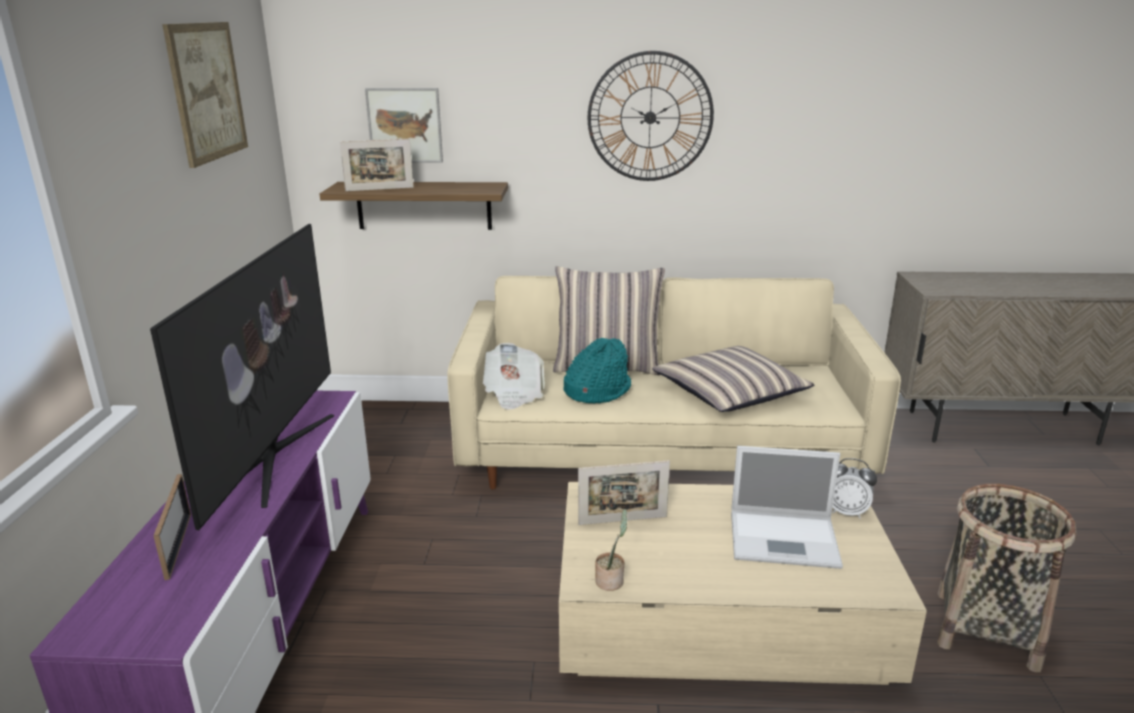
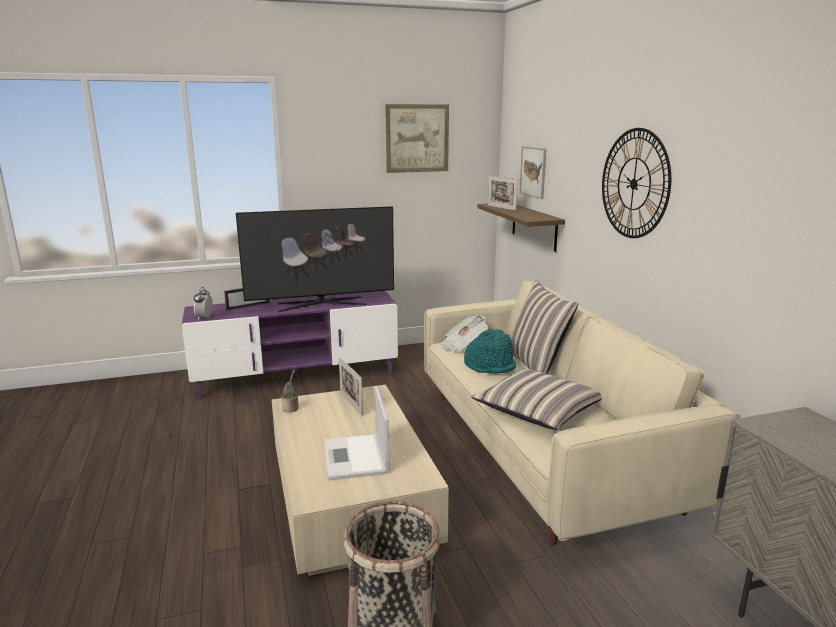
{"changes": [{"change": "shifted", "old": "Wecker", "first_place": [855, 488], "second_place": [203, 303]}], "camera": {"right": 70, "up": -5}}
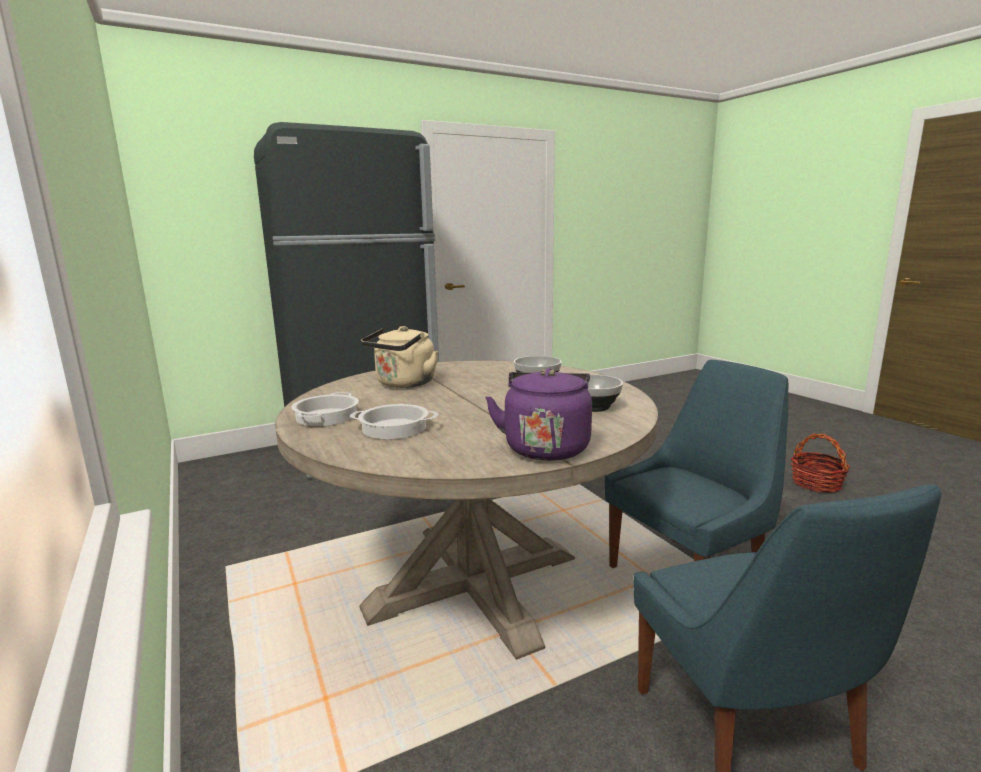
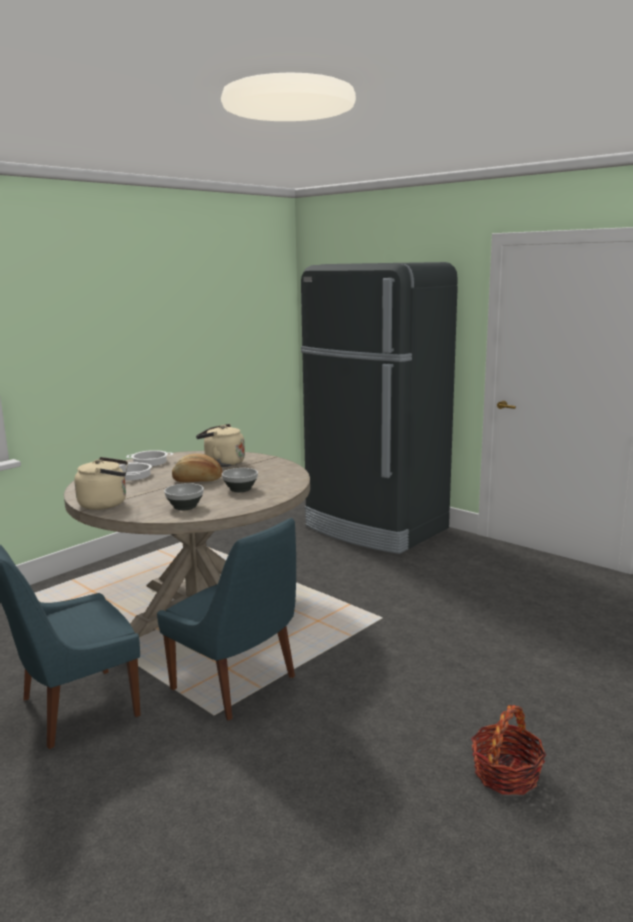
{"changes": [{"change": "repainted", "old": "Wasserkessel (lila)", "new": "Wasserkessel (beige)", "first_place": [538, 414], "second_place": [101, 483]}, {"change": "new", "new": "Brot", "second_place": [197, 467]}], "camera": {"right": 70, "up": 0}}
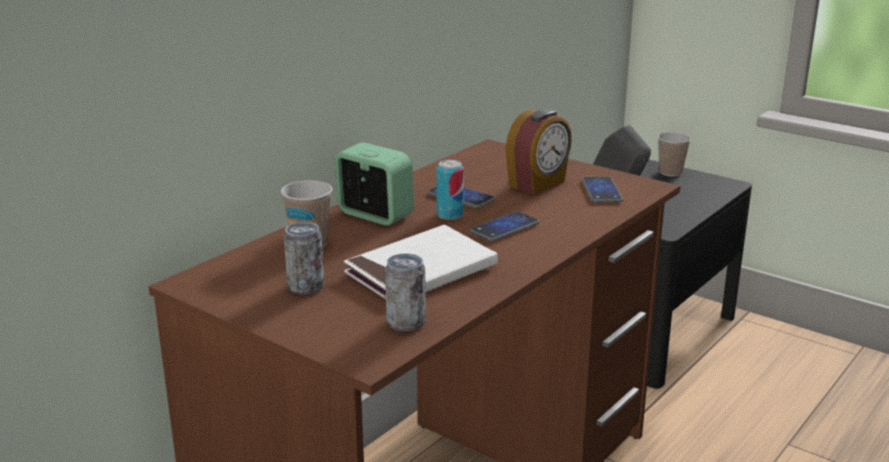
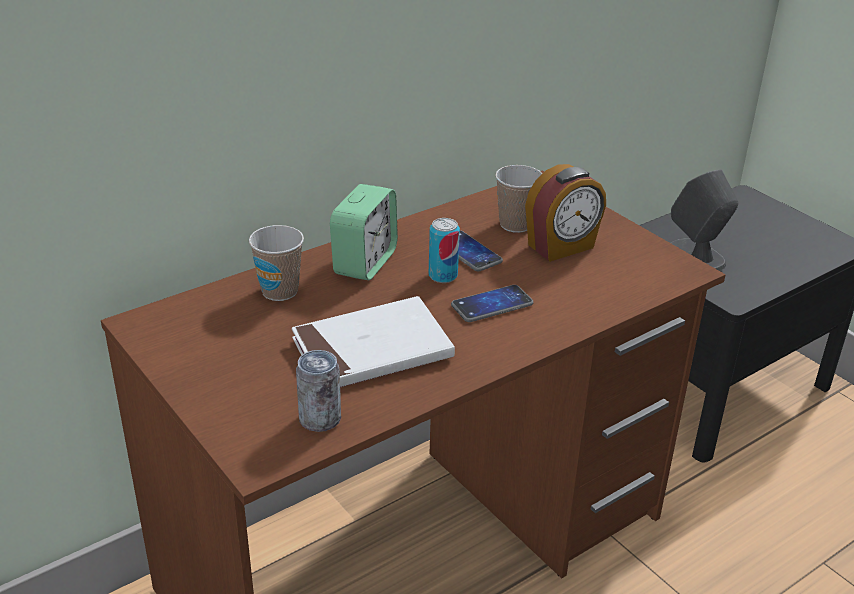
{"changes": [{"change": "gone", "old": "Dose", "first_place": [304, 258]}, {"change": "rotated", "old": "Wecker", "first_place": [374, 184], "second_place": [364, 232], "degrees": 60}, {"change": "gone", "old": "Handy", "first_place": [602, 190]}, {"change": "shifted", "old": "Tasse", "first_place": [674, 154], "second_place": [518, 199]}], "camera": {"right": 15, "up": 10}}
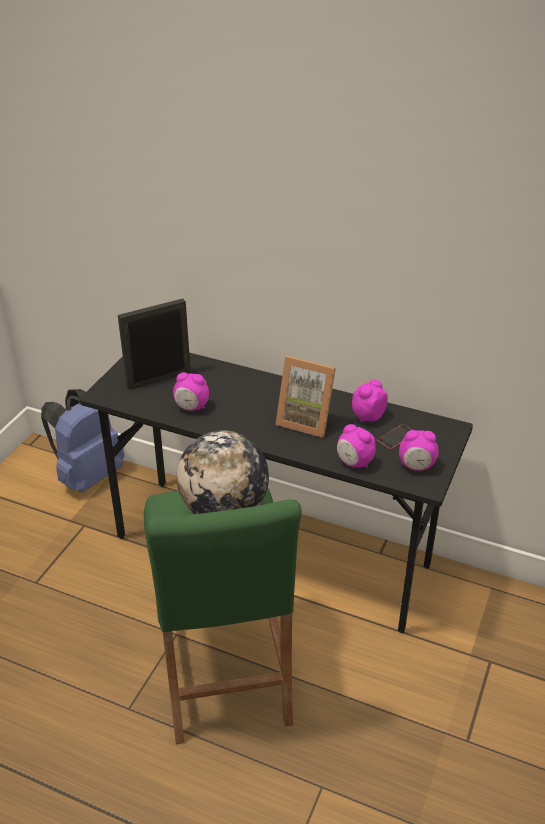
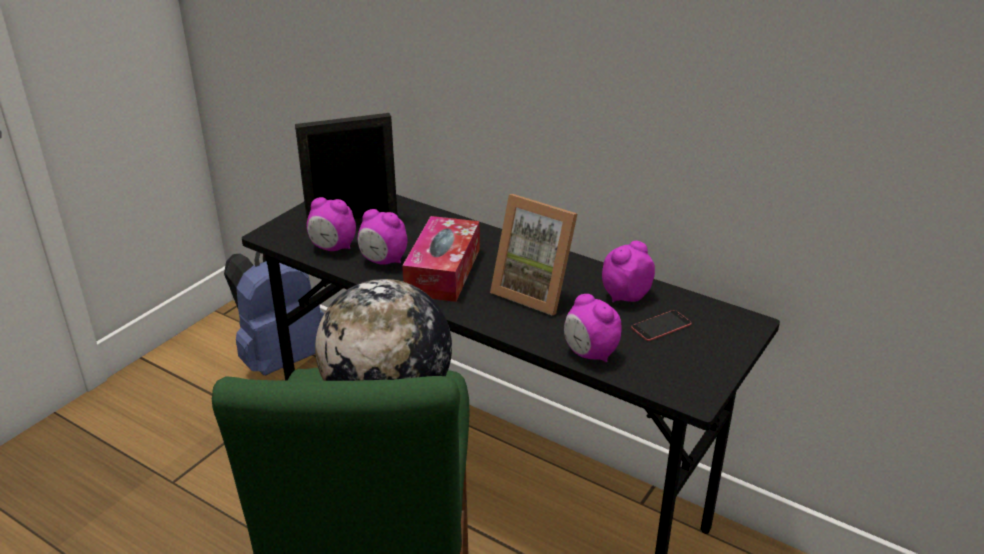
{"changes": [{"change": "shifted", "old": "Wecker", "first_place": [419, 450], "second_place": [331, 224]}, {"change": "new", "new": "Taschentuchbox", "second_place": [441, 259]}], "camera": {"right": 10, "up": -5}}
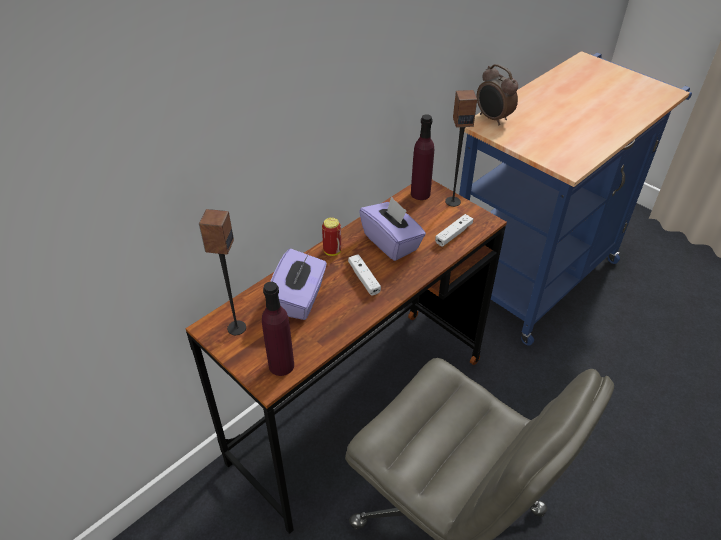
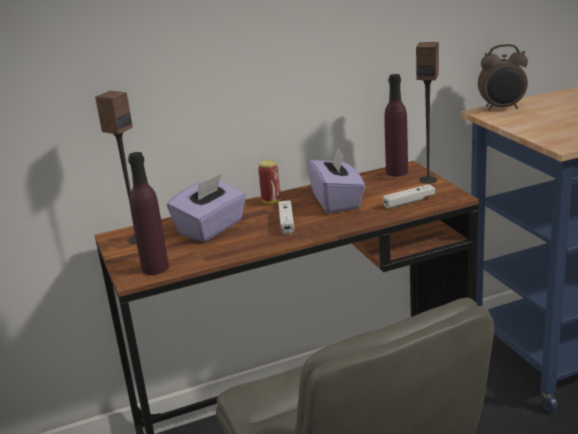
{"changes": [{"change": "rotated", "old": "Wecker", "first_place": [497, 95], "second_place": [503, 77], "degrees": -75}], "camera": {"right": 25, "up": -20}}
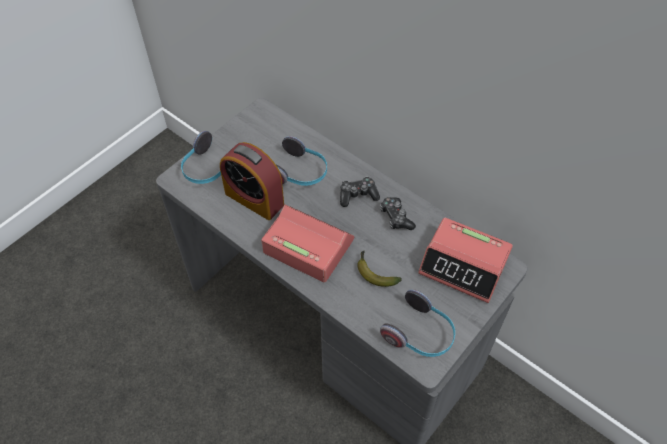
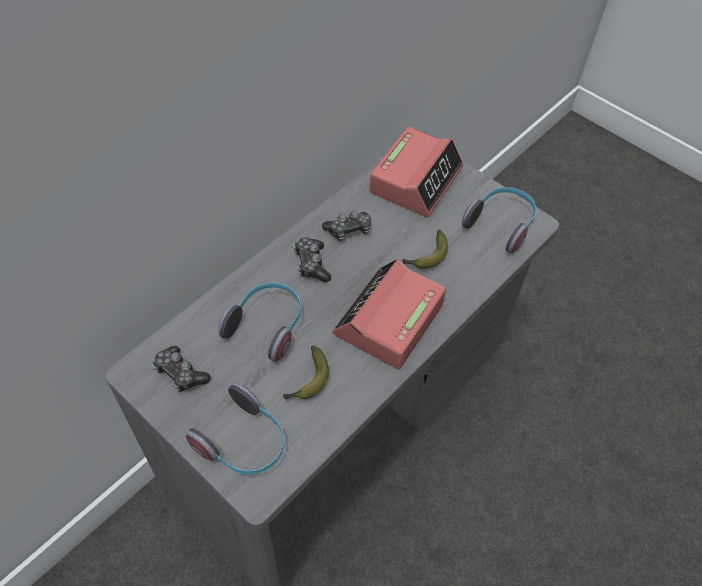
{"changes": [{"change": "swapped", "old": "Wecker", "new": "Banane", "first_place": [252, 181], "second_place": [306, 373]}, {"change": "new", "new": "Gamepad", "second_place": [181, 369]}], "camera": {"right": -90, "up": 0}}
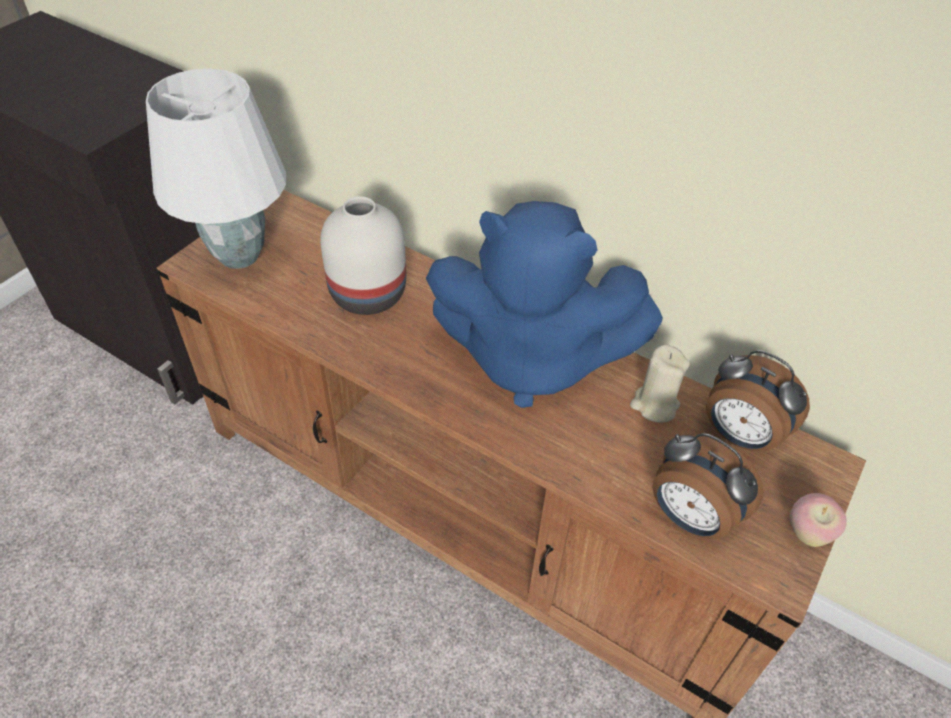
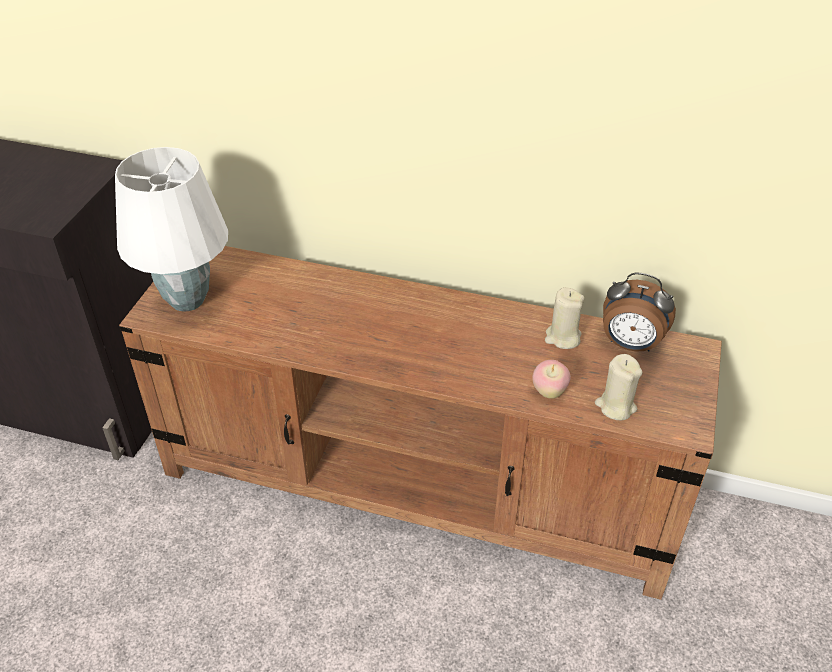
{"changes": [{"change": "gone", "old": "Vase (weiß)", "first_place": [363, 255]}, {"change": "gone", "old": "Plüschtier (blau)", "first_place": [544, 304]}, {"change": "swapped", "old": "Wecker", "new": "Kerze (beige)", "first_place": [708, 486], "second_place": [619, 387]}, {"change": "shifted", "old": "Apfel", "first_place": [818, 520], "second_place": [551, 379]}], "camera": {"right": -15, "up": -5}}
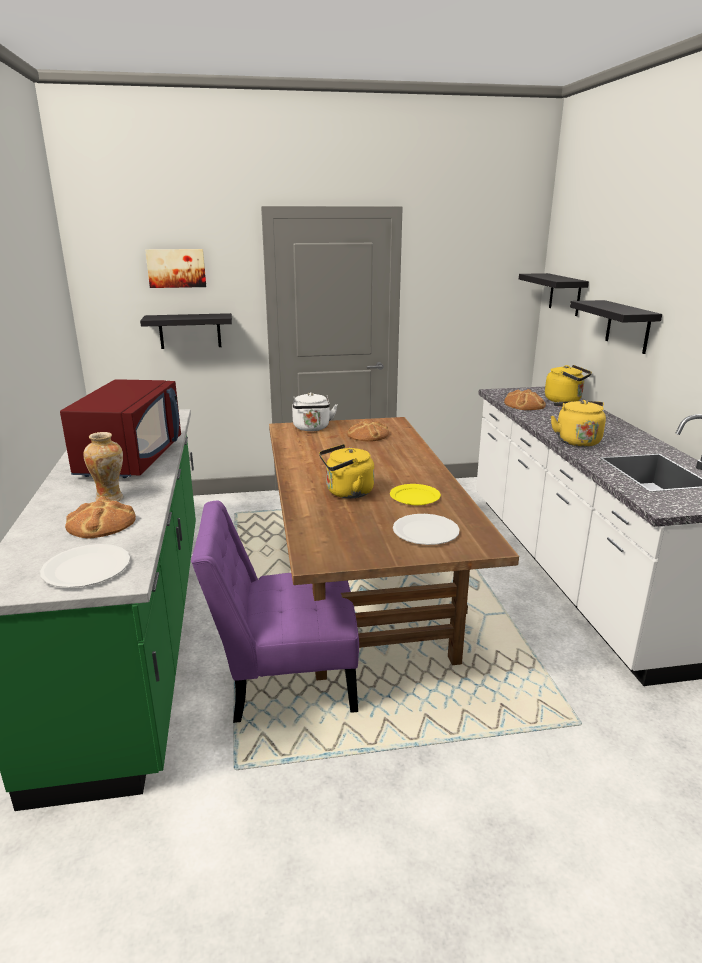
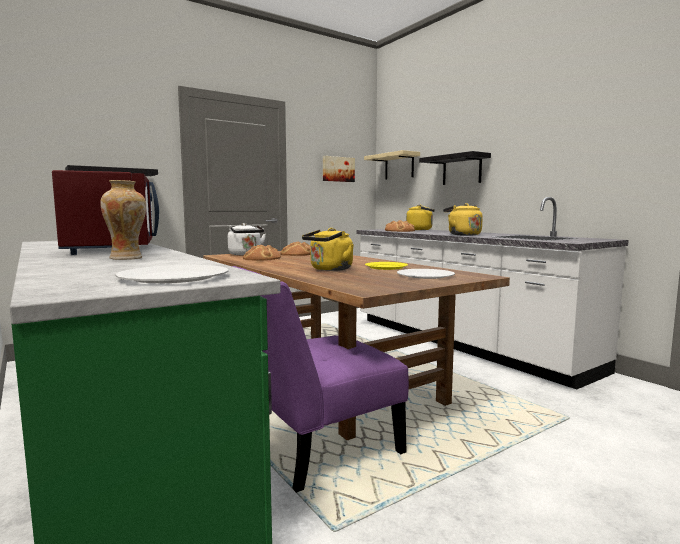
{"changes": [{"change": "shifted", "old": "Brot", "first_place": [100, 517], "second_place": [262, 252]}, {"change": "shifted", "old": "Bild", "first_place": [175, 268], "second_place": [339, 169]}, {"change": "repainted", "old": "Wandregal (schwarz)", "new": "Wandregal (beige)", "first_place": [554, 294], "second_place": [392, 165]}], "camera": {"right": -25, "up": -15}}
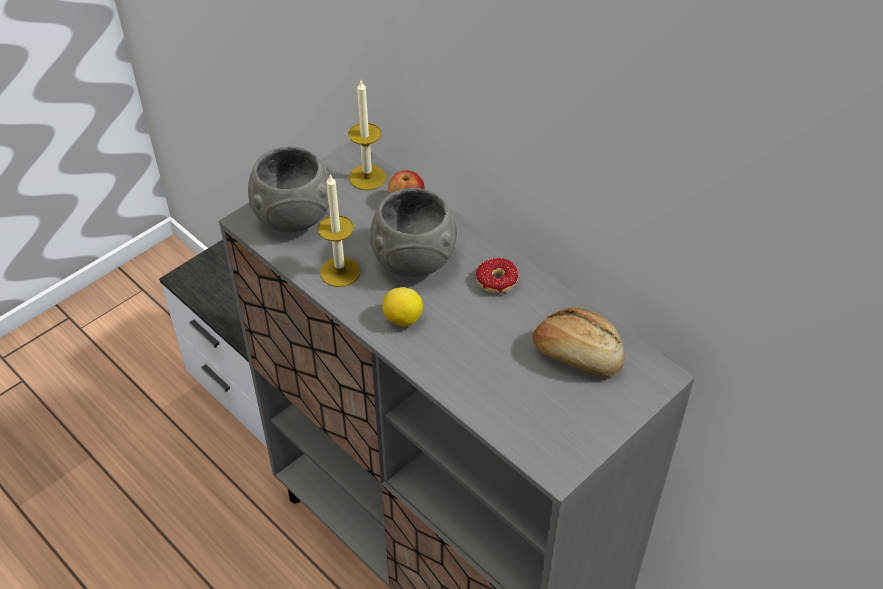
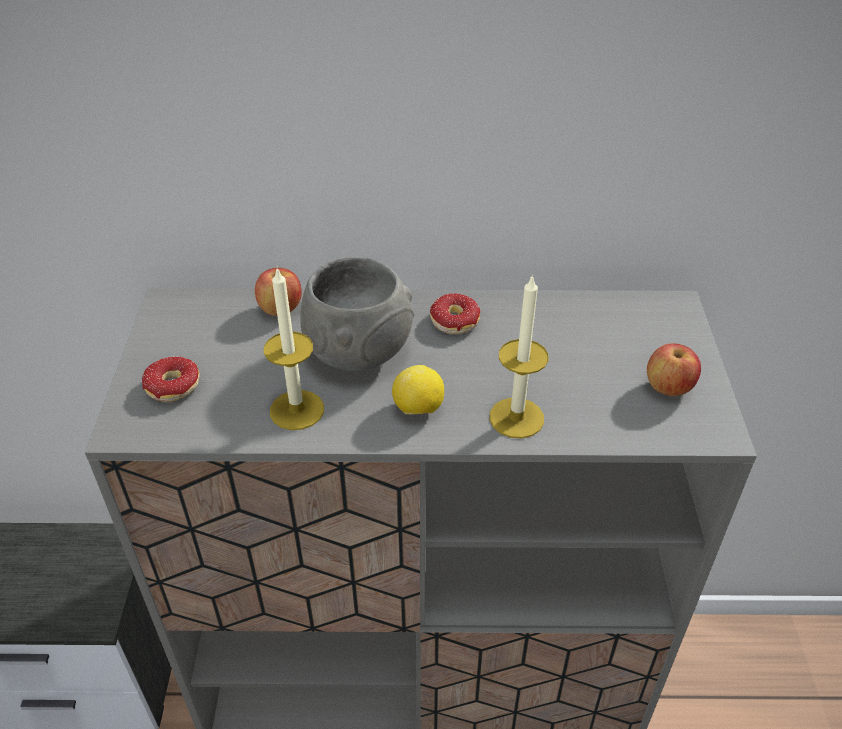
{"changes": [{"change": "swapped", "old": "Schüssel (grau)", "new": "Donut", "first_place": [288, 189], "second_place": [171, 379]}, {"change": "shifted", "old": "Kerze", "first_place": [367, 135], "second_place": [519, 356]}, {"change": "gone", "old": "Brot", "first_place": [579, 342]}, {"change": "new", "new": "Apfel", "second_place": [674, 369]}], "camera": {"right": -45, "up": -5}}
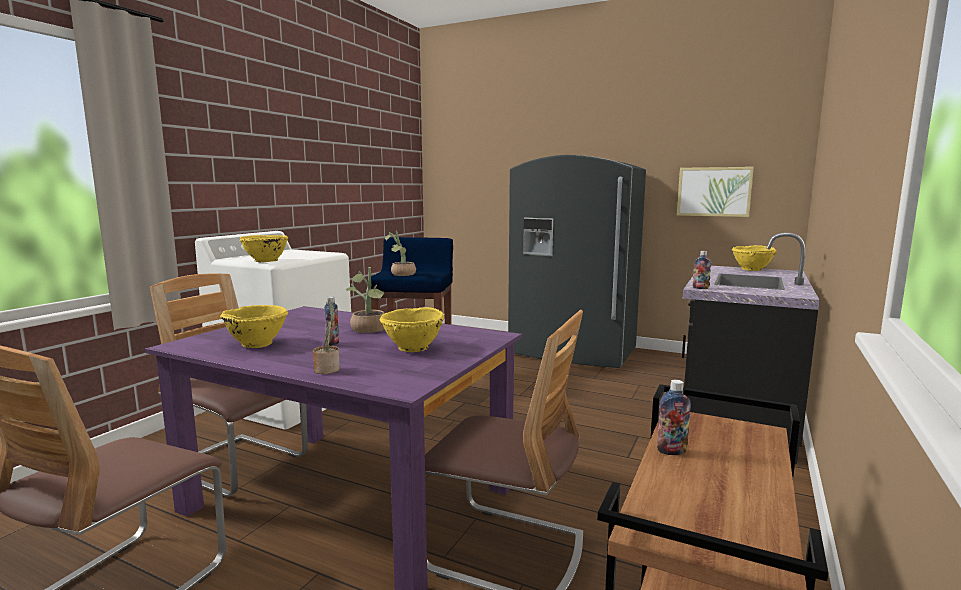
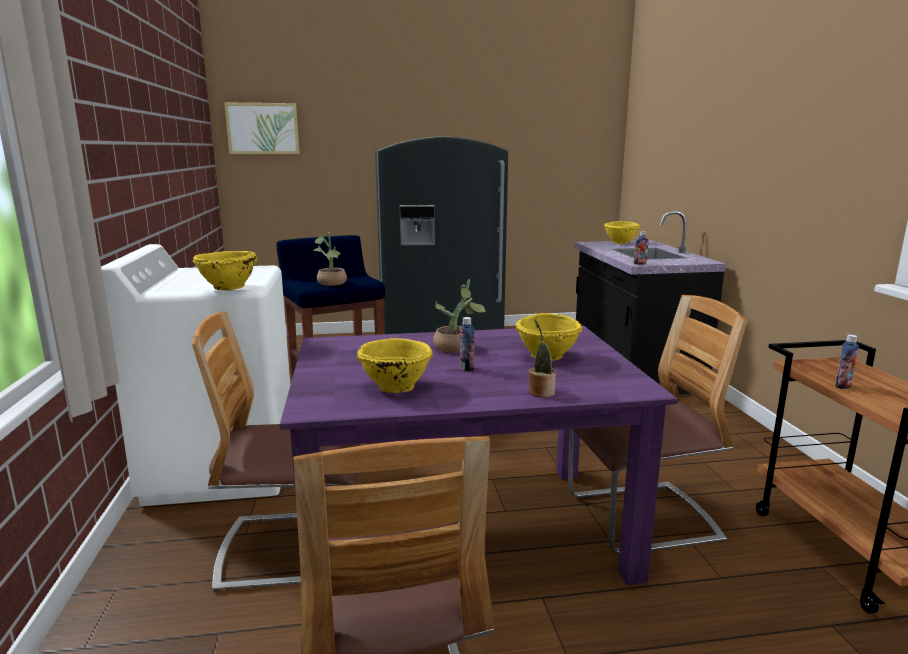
{"changes": [{"change": "shifted", "old": "Bild", "first_place": [715, 192], "second_place": [262, 128]}], "camera": {"right": -35, "up": 5}}
